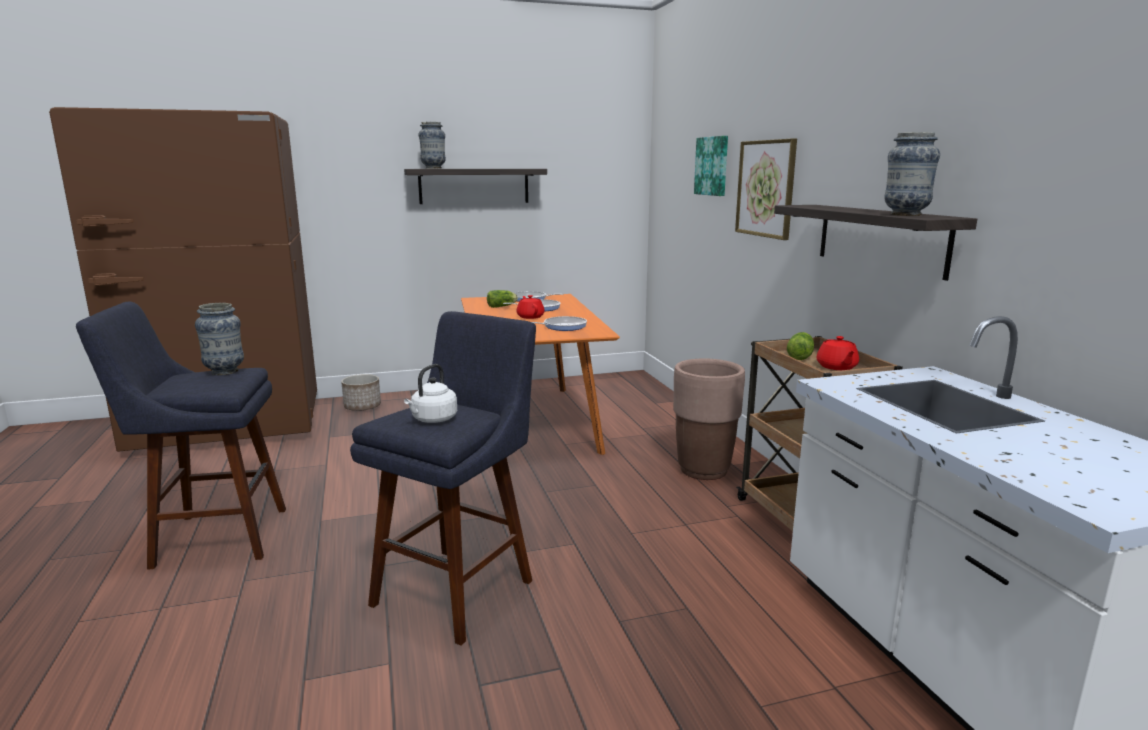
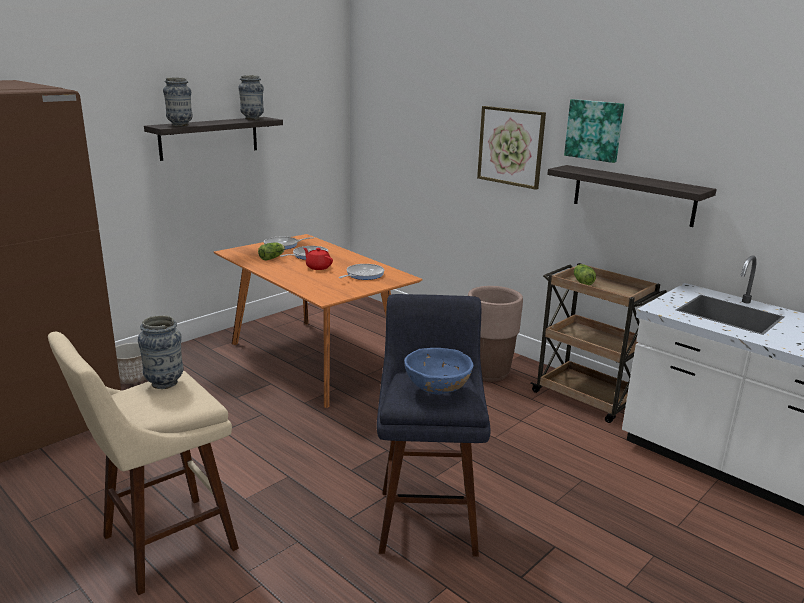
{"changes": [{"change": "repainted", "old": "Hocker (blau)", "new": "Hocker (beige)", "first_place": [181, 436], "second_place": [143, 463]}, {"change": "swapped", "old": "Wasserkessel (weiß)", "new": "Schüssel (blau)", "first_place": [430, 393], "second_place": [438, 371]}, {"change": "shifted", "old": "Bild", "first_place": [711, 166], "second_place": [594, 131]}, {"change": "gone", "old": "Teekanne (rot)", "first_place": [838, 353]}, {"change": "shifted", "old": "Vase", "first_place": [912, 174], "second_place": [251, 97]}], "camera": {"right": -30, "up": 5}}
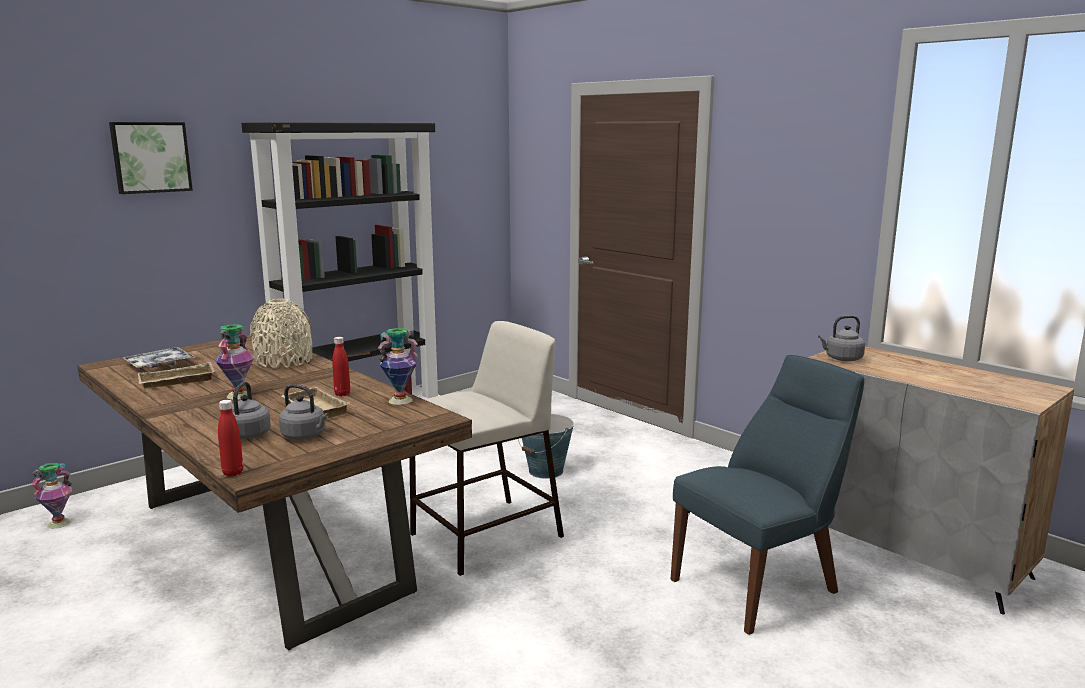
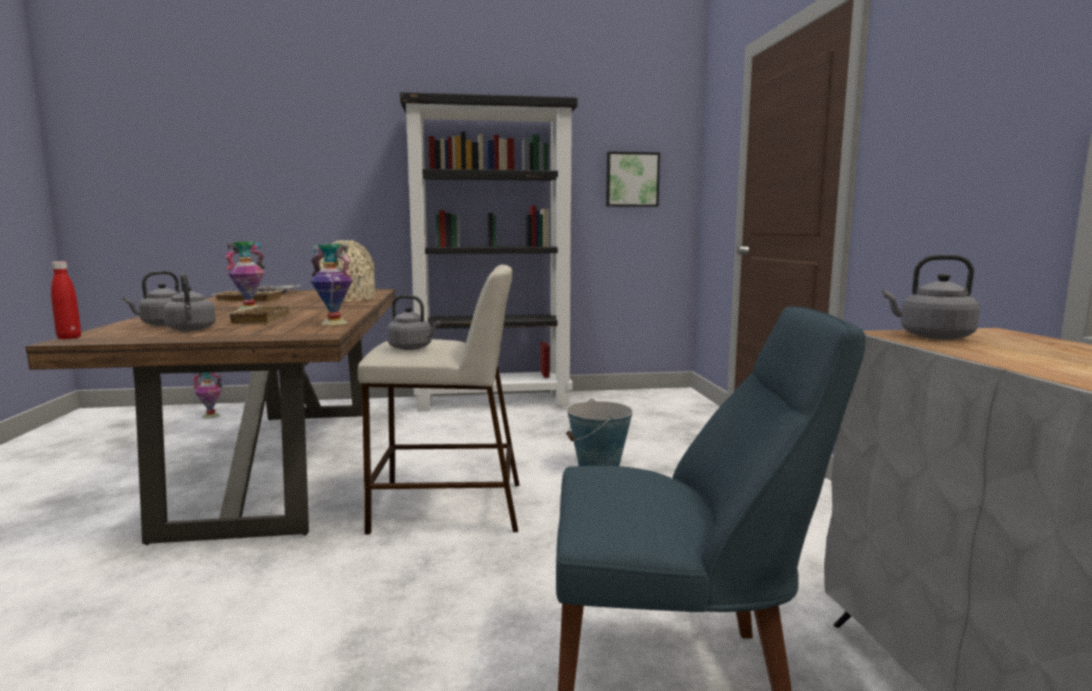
{"changes": [{"change": "shifted", "old": "Bild", "first_place": [151, 158], "second_place": [633, 179]}, {"change": "gone", "old": "Flasche (rot)", "first_place": [341, 366]}, {"change": "new", "new": "Wasserkessel (grau)", "second_place": [413, 322]}], "camera": {"right": 35, "up": -5}}
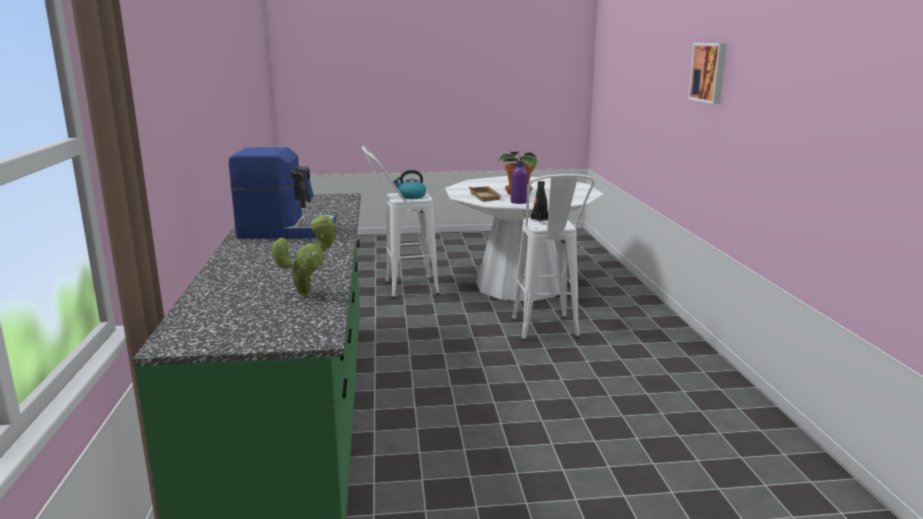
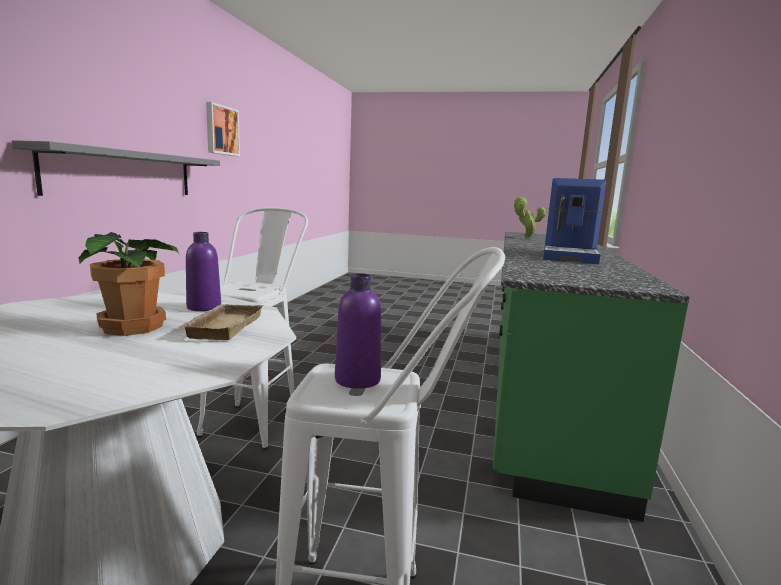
{"changes": [{"change": "rotated", "old": "Kaffeemaschine", "first_place": [282, 192], "second_place": [574, 221], "degrees": -90}, {"change": "swapped", "old": "Wasserkessel", "new": "Flasche (lila)", "first_place": [409, 184], "second_place": [358, 331]}, {"change": "gone", "old": "Flasche (schwarz)", "first_place": [539, 201]}, {"change": "shifted", "old": "Bild", "first_place": [707, 73], "second_place": [223, 129]}, {"change": "new", "new": "Wandregal (grau)", "second_place": [116, 168]}], "camera": {"right": -160, "up": -5}}
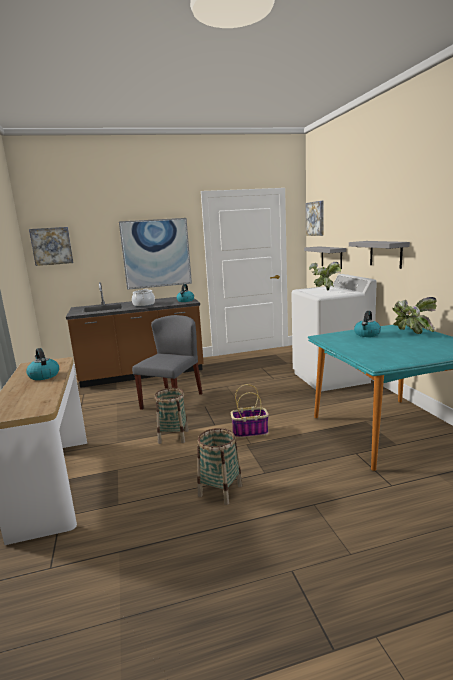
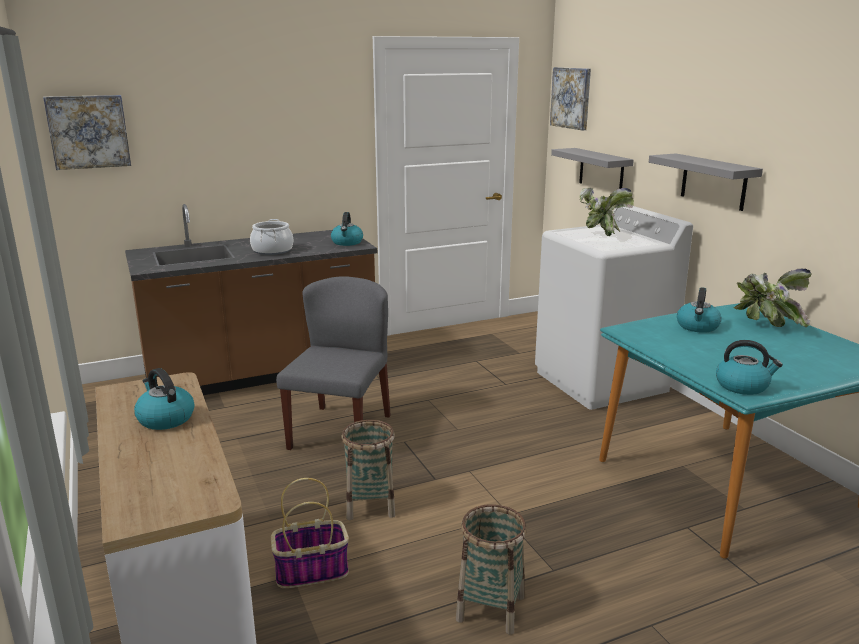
{"changes": [{"change": "gone", "old": "Bild", "first_place": [155, 254]}, {"change": "shifted", "old": "Korb", "first_place": [250, 411], "second_place": [310, 533]}, {"change": "new", "new": "Wasserkessel", "second_place": [749, 367]}], "camera": {"right": -10, "up": 5}}
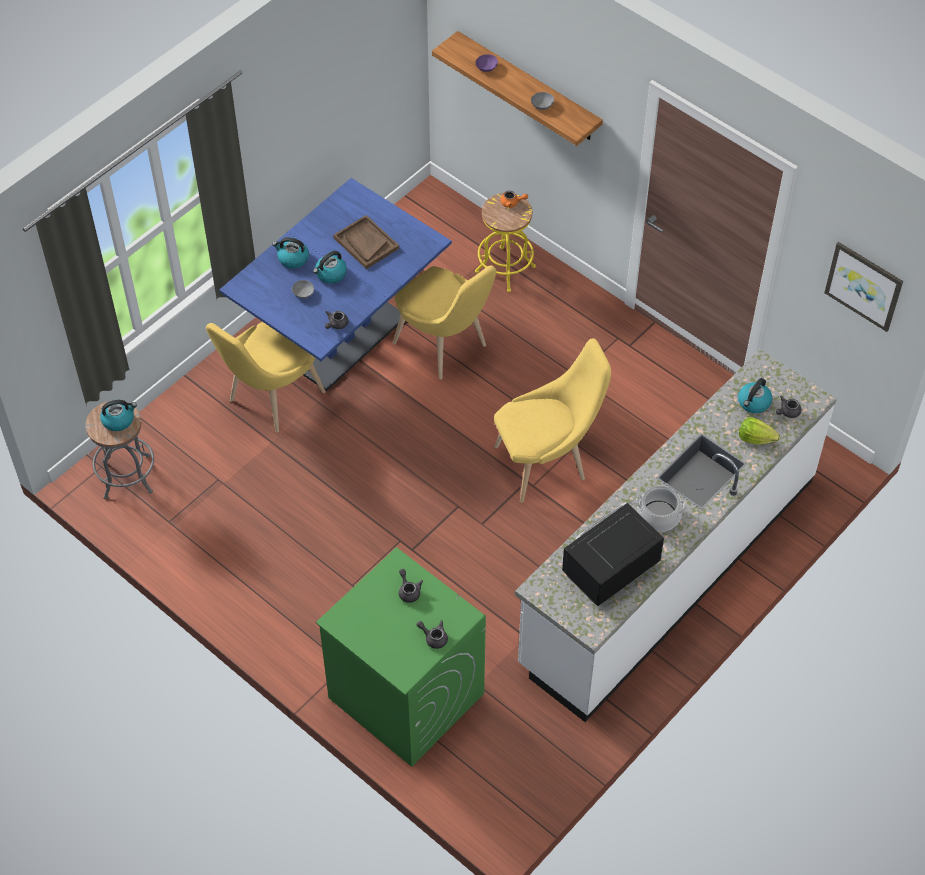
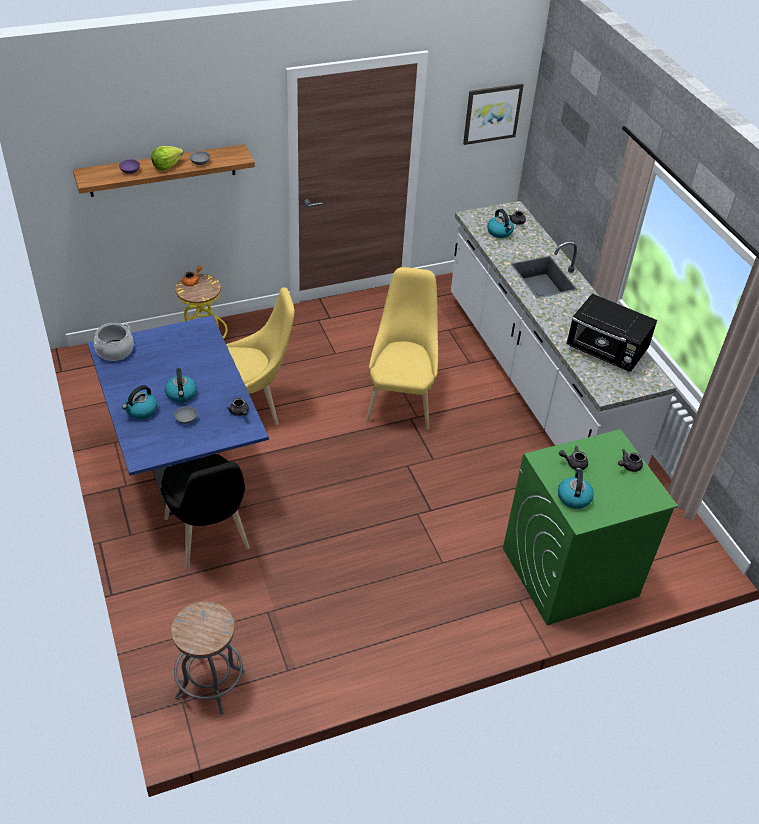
{"changes": [{"change": "shifted", "old": "Wasserkessel", "first_place": [118, 415], "second_place": [576, 488]}, {"change": "repainted", "old": "Stuhl (gelb)", "new": "Stuhl (schwarz)", "first_place": [265, 377], "second_place": [205, 511]}, {"change": "gone", "old": "Tablett (braun)", "first_place": [366, 242]}, {"change": "rotated", "old": "Mikrowelle (schwarz)", "first_place": [613, 554], "second_place": [611, 333], "degrees": -45}, {"change": "shifted", "old": "Kochtopf", "first_place": [661, 508], "second_place": [114, 342]}, {"change": "shifted", "old": "Salatkopf", "first_place": [759, 430], "second_place": [167, 158]}], "camera": {"right": -65, "up": -10}}
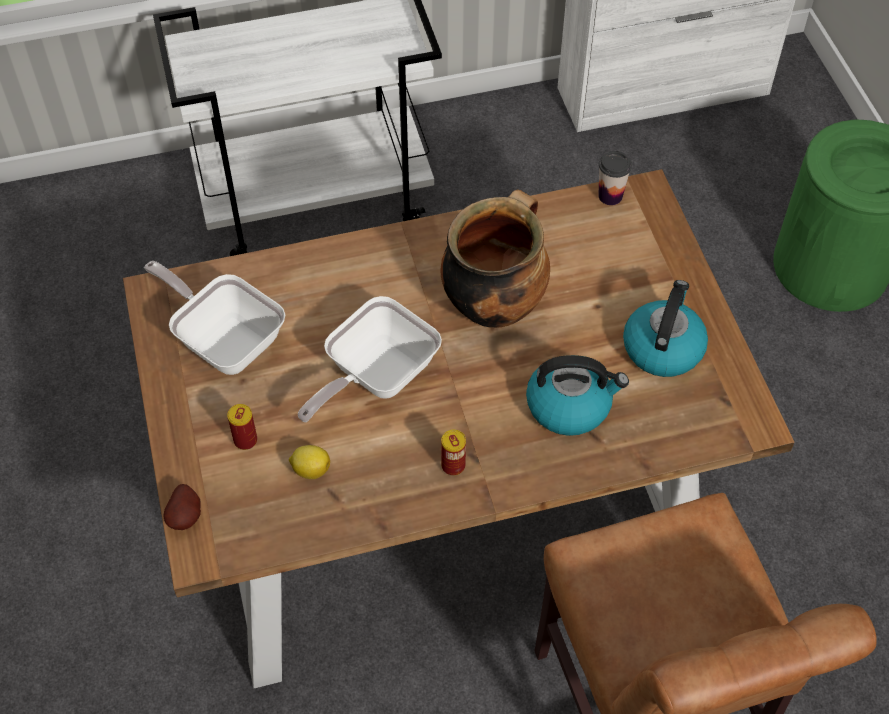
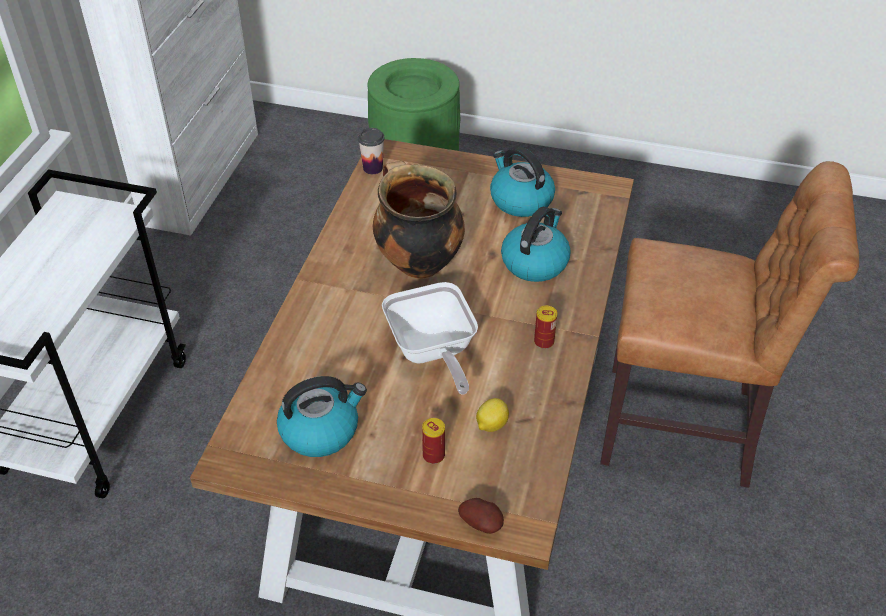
{"changes": [{"change": "swapped", "old": "Pfanne", "new": "Wasserkessel", "first_place": [214, 318], "second_place": [322, 416]}], "camera": {"right": -60, "up": -10}}
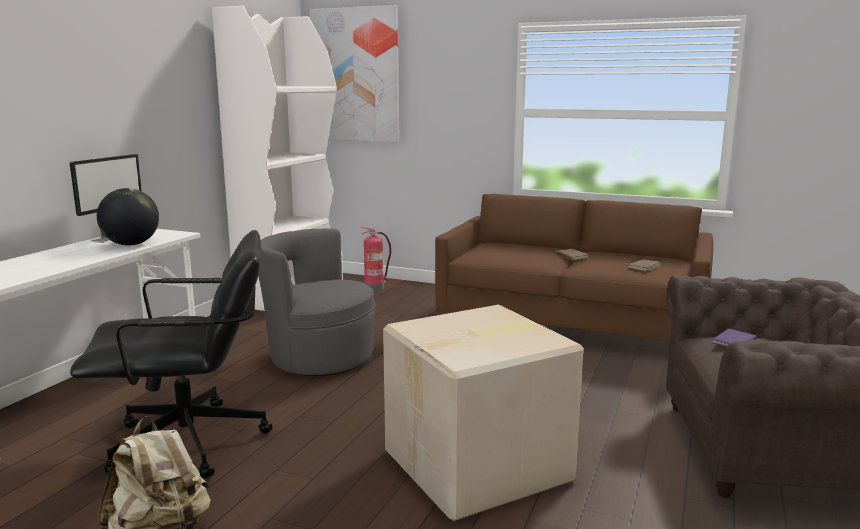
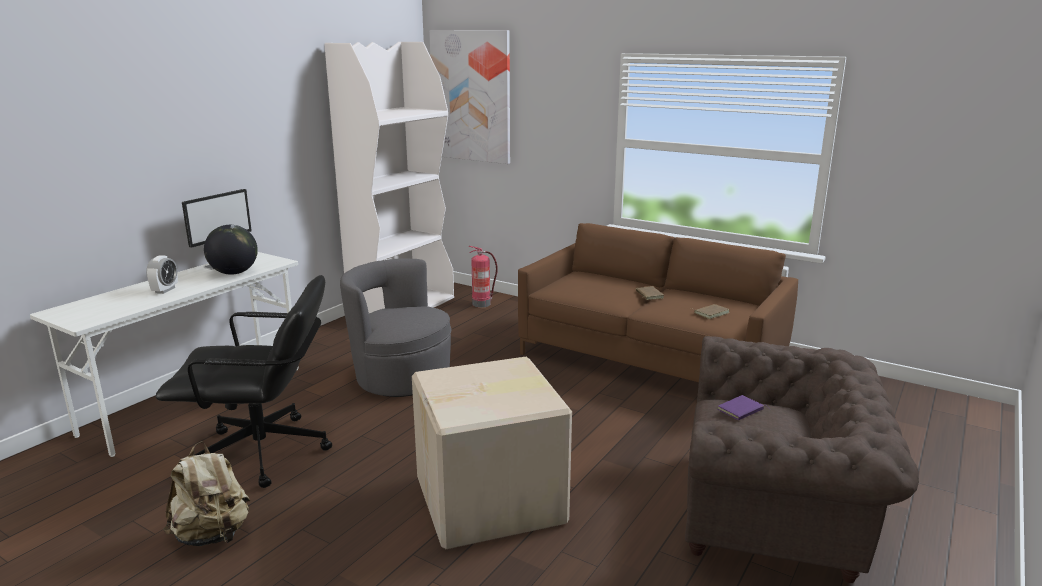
{"changes": [{"change": "new", "new": "Wecker", "second_place": [162, 274]}], "camera": {"right": 10, "up": 5}}
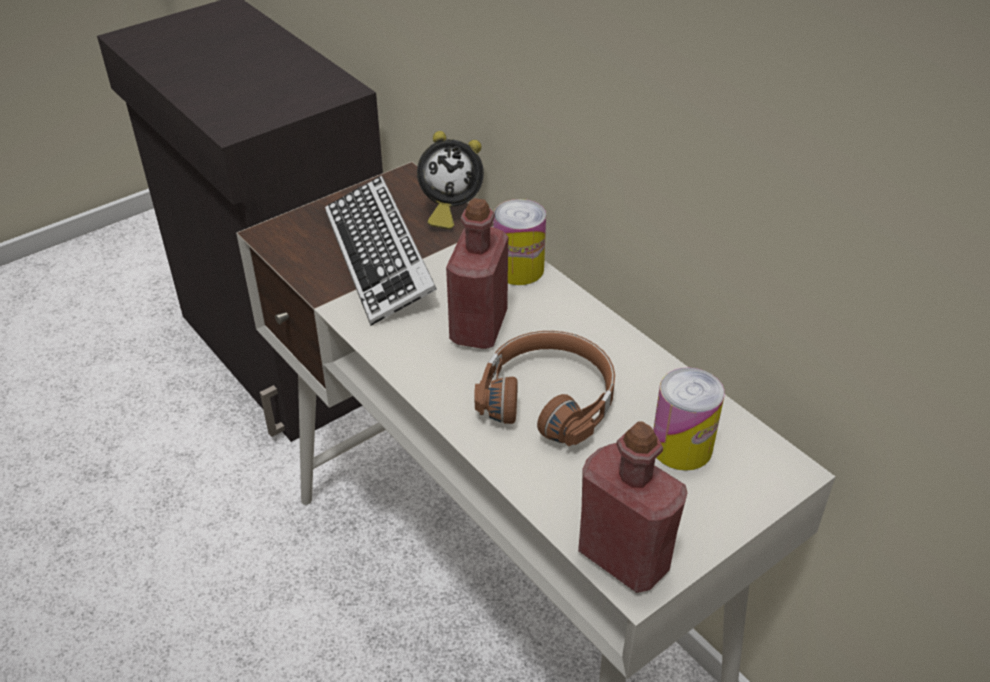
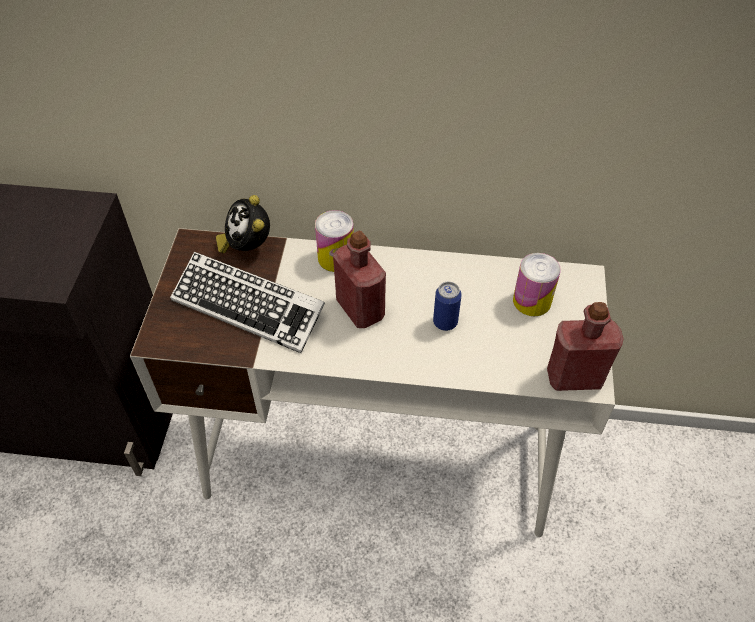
{"changes": [{"change": "rotated", "old": "Wecker", "first_place": [450, 180], "second_place": [243, 224], "degrees": 120}, {"change": "swapped", "old": "Kopfhörer (braun)", "new": "Dose", "first_place": [544, 388], "second_place": [447, 306]}], "camera": {"right": -45, "up": 10}}
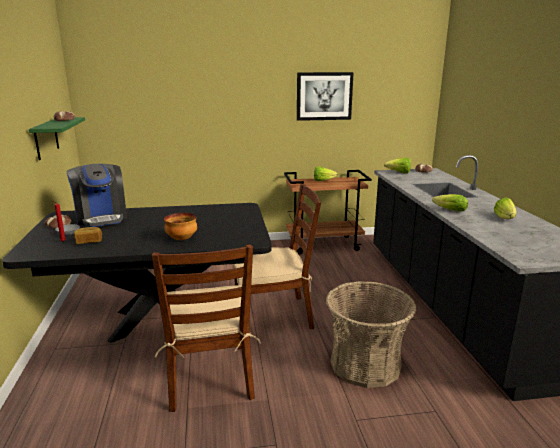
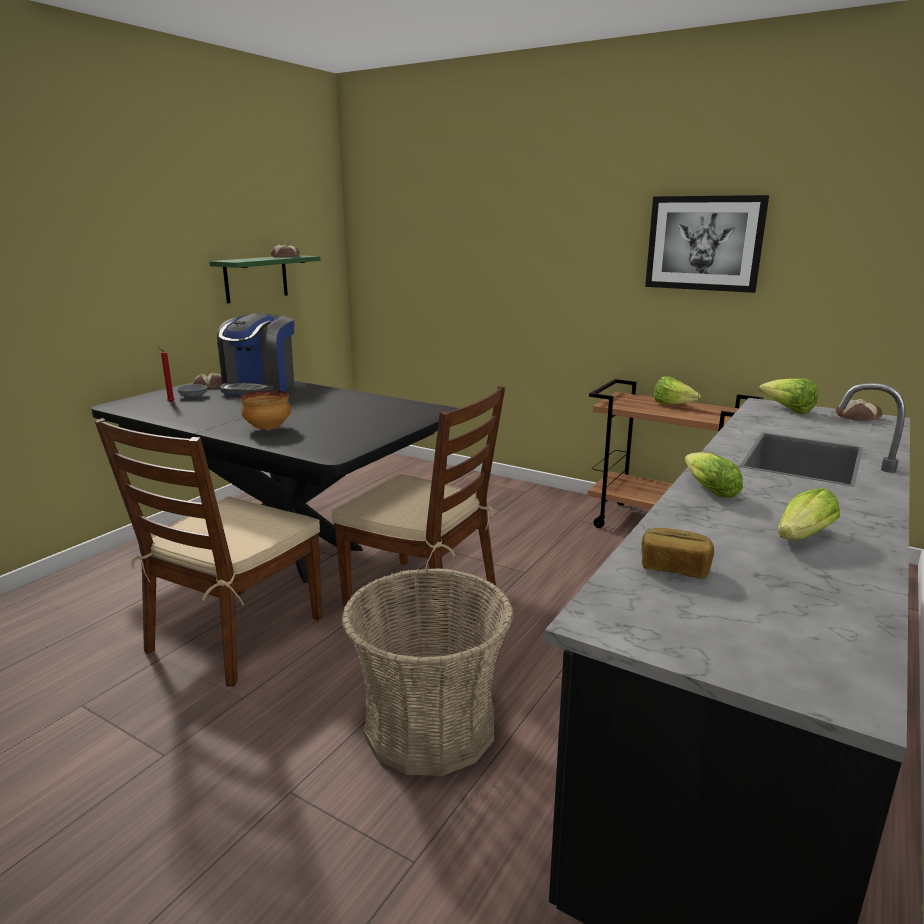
{"changes": [{"change": "shifted", "old": "Brot", "first_place": [88, 235], "second_place": [677, 553]}], "camera": {"right": 40, "up": 0}}
